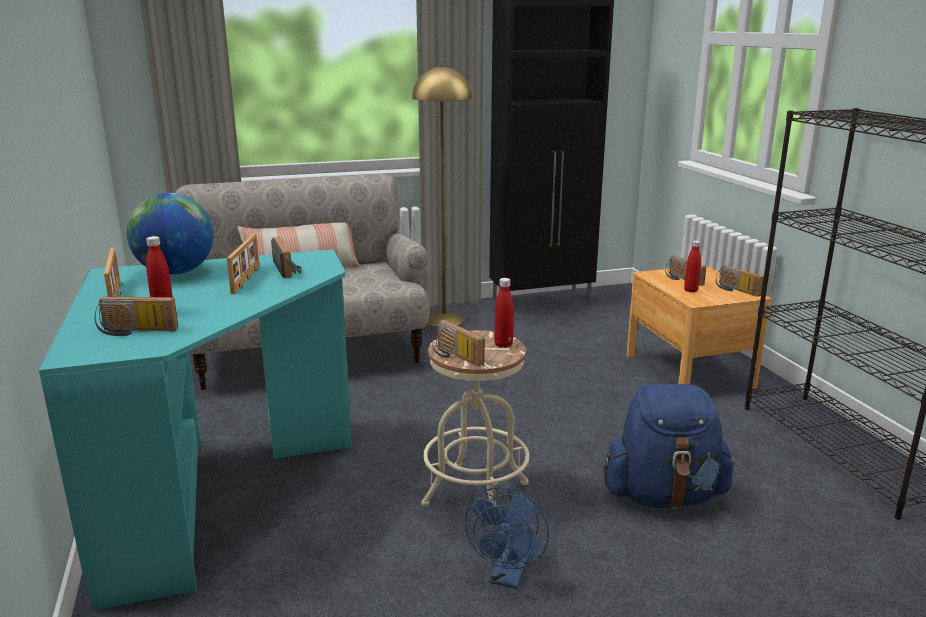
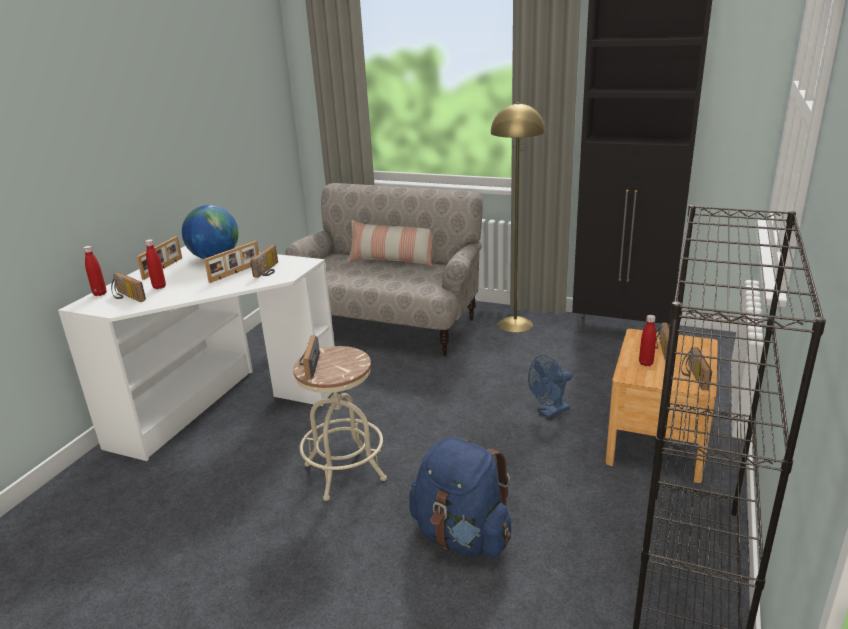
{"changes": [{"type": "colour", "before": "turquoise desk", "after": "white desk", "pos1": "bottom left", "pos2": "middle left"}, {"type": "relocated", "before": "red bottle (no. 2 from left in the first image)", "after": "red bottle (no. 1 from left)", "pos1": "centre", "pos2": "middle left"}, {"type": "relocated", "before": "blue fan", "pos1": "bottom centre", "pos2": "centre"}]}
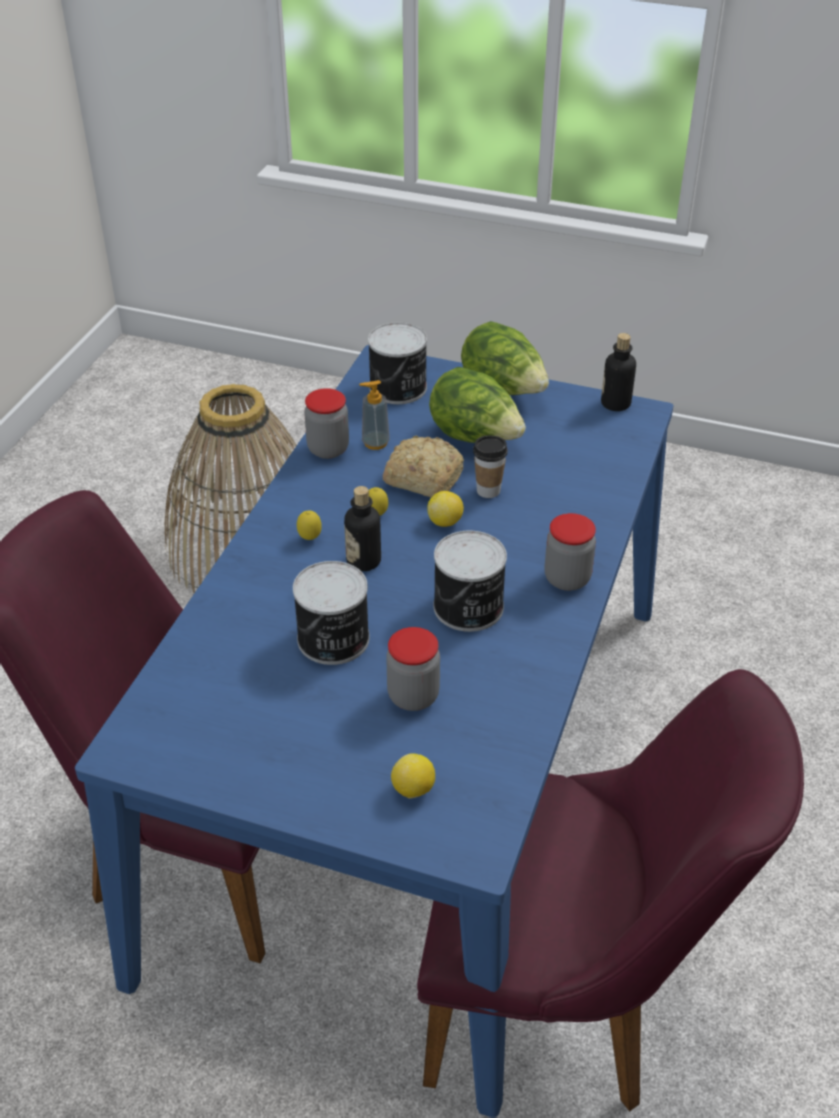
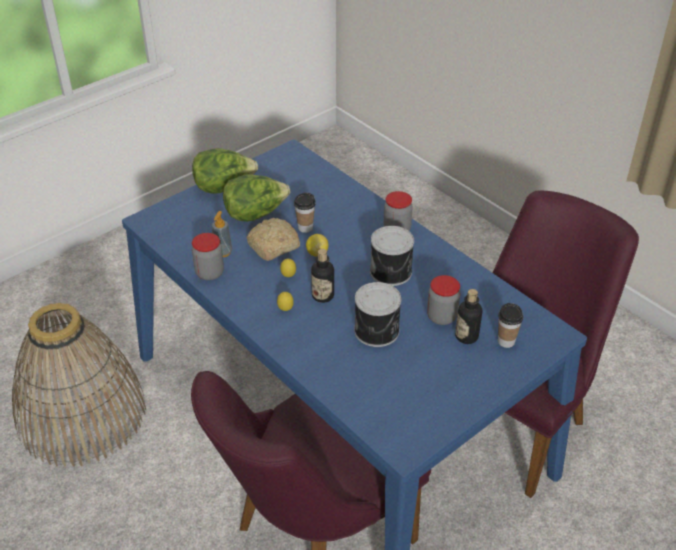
{"changes": [{"type": "relocated", "before": "bottle (no. 2 from left)", "pos1": "top right", "pos2": "middle right"}, {"type": "exchanged", "before": "lemon (no. 3 from left)", "after": "cup (no. 2 from left)", "pos1": "bottom centre", "pos2": "middle right"}, {"type": "missing", "before": "can (no. 2 from left)", "pos1": "top centre"}]}
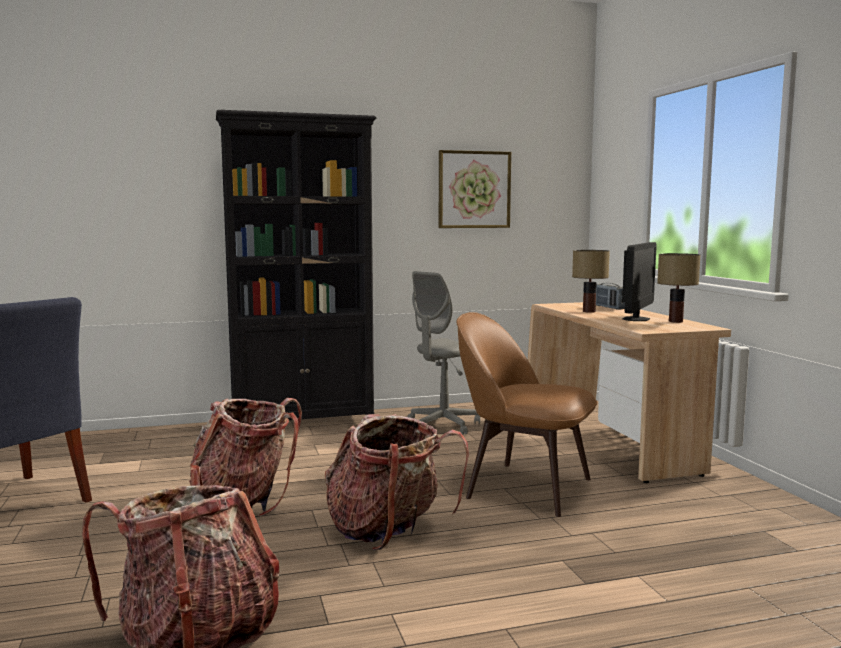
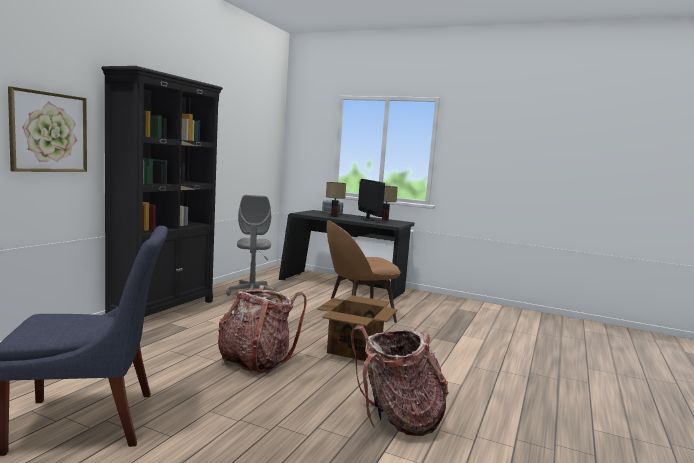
{"changes": [{"type": "relocated", "before": "picture", "pos1": "top centre", "pos2": "top left"}, {"type": "colour", "before": "beige desk", "after": "black desk", "pos1": "middle right", "pos2": "centre"}, {"type": "exchanged", "before": "backpack (no. 3 from left)", "after": "cardboard box", "pos1": "bottom centre", "pos2": "bottom centre"}]}
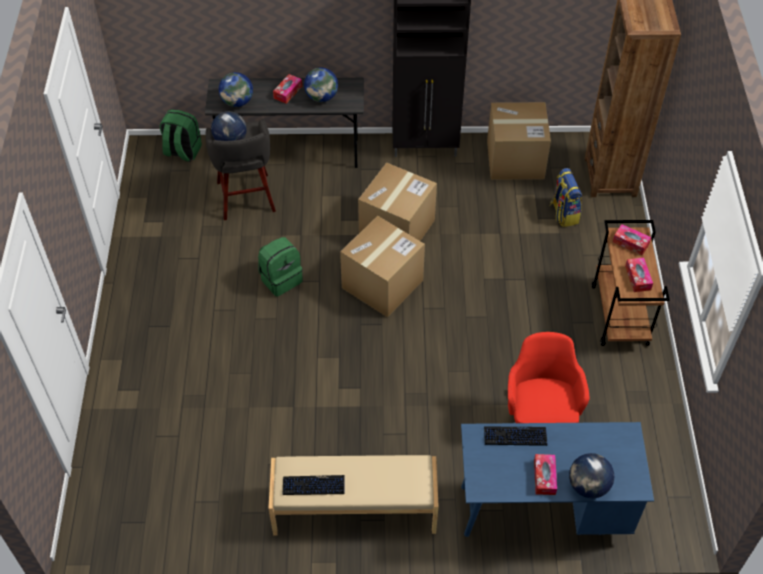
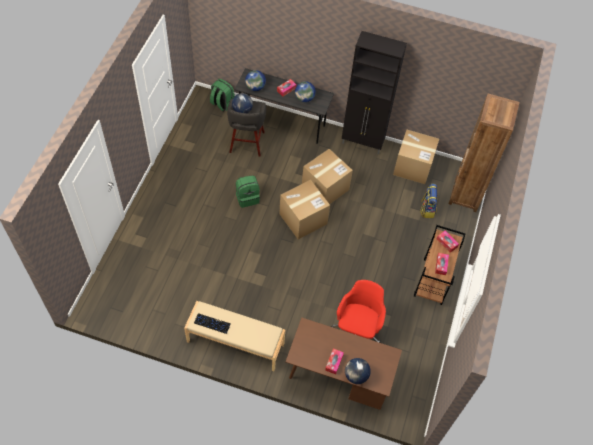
{"changes": [{"type": "colour", "before": "blue desk", "after": "brown desk", "pos1": "bottom right", "pos2": "bottom centre"}, {"type": "missing", "before": "keyboard (no. 2 from left)", "pos1": "bottom right"}]}
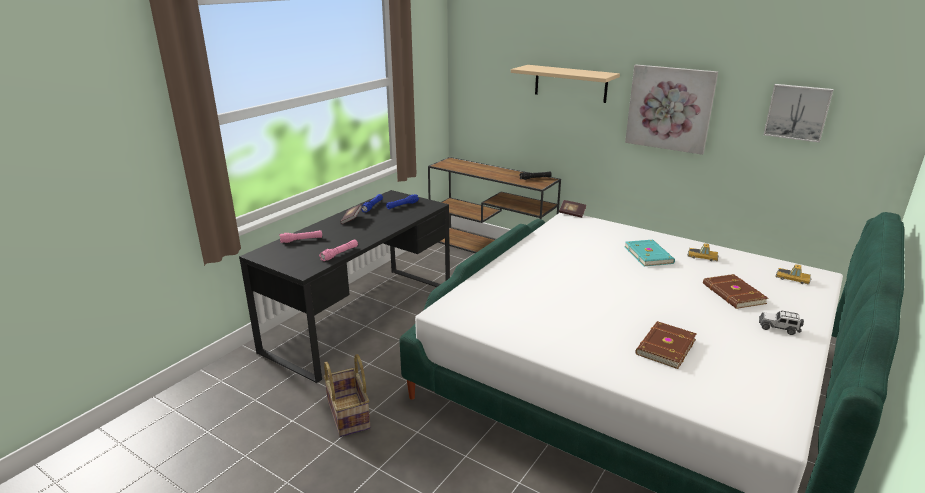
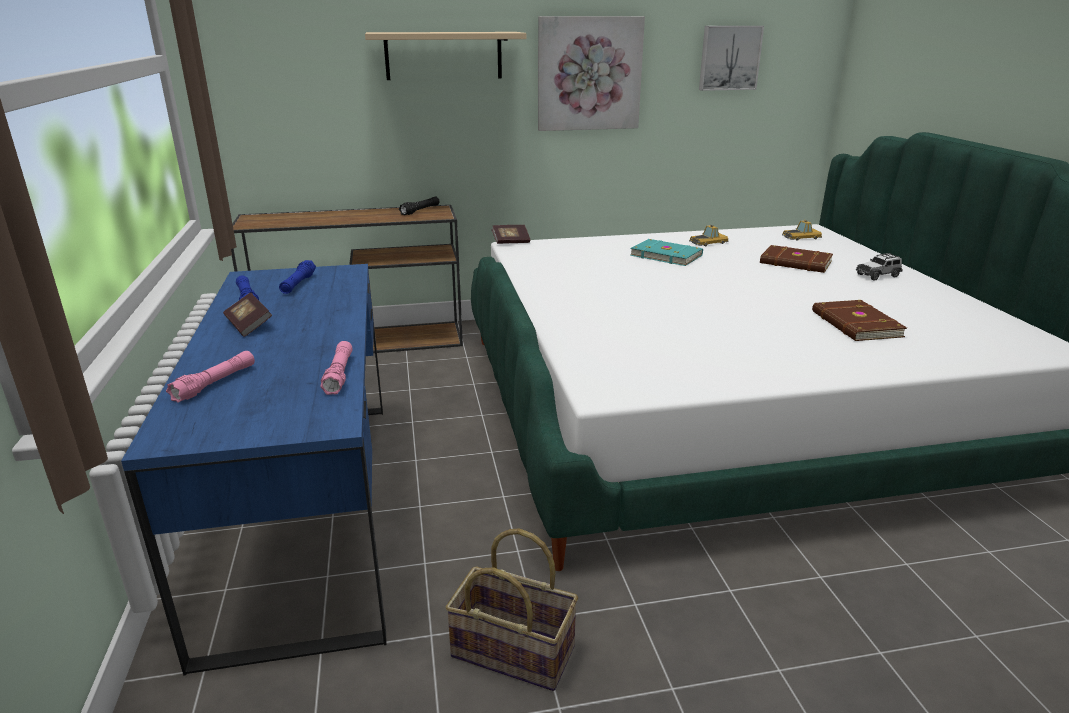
{"changes": [{"type": "colour", "before": "black desk", "after": "blue desk", "pos1": "centre", "pos2": "middle left"}]}
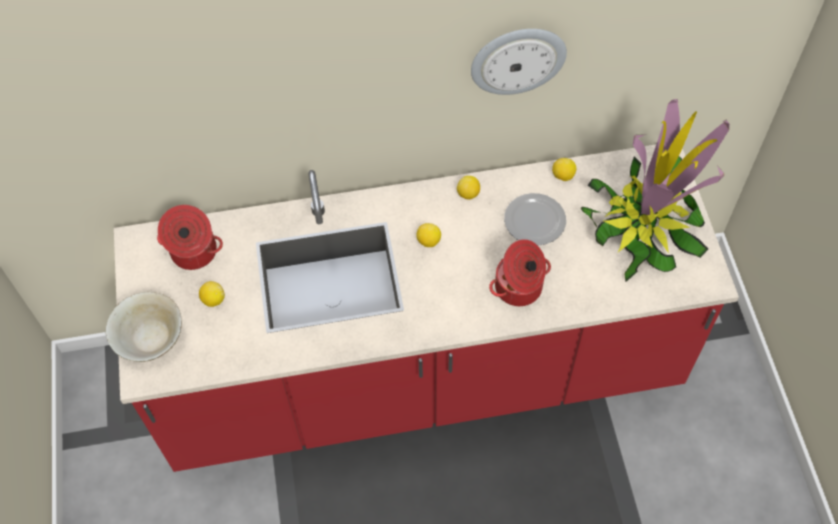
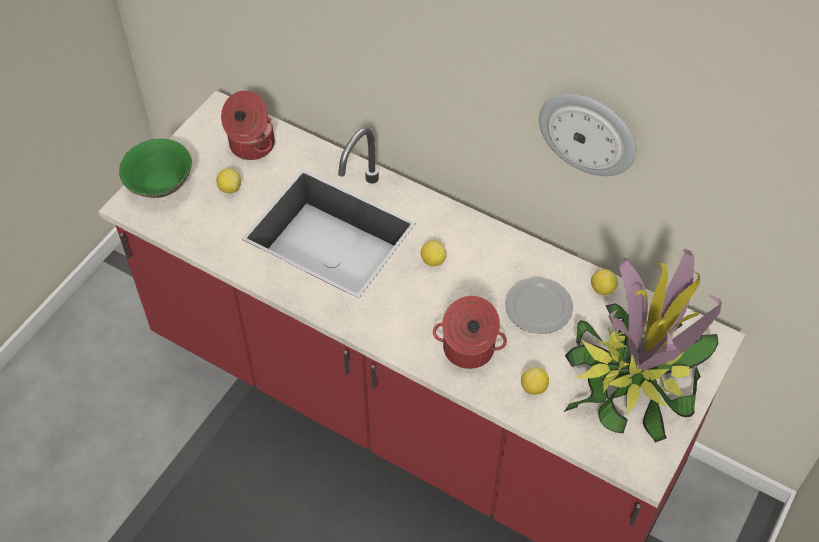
{"changes": [{"type": "colour", "before": "beige bowl", "after": "green bowl", "pos1": "middle left", "pos2": "top left"}, {"type": "relocated", "before": "lemon (no. 3 from left)", "pos1": "centre", "pos2": "bottom centre"}]}
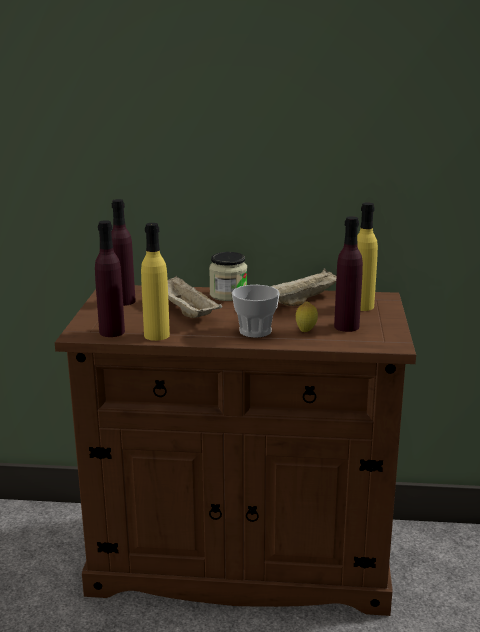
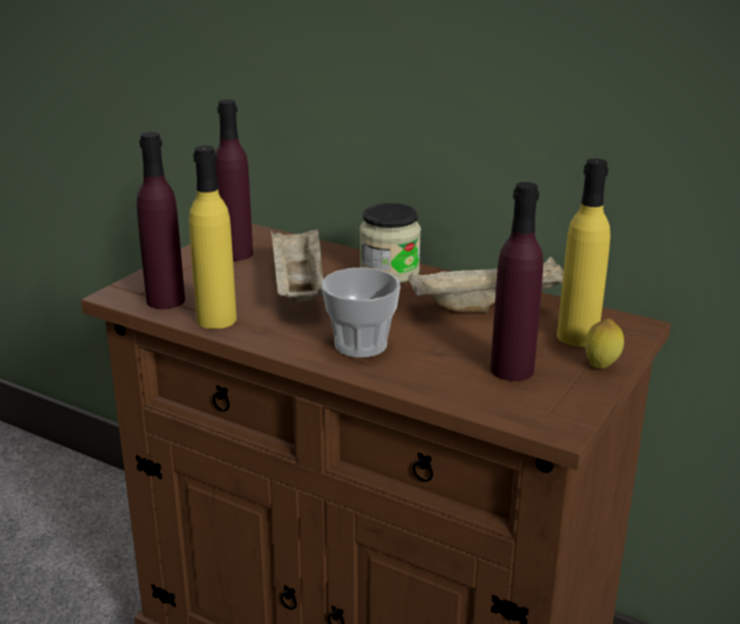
{"changes": [{"type": "relocated", "before": "lemon", "pos1": "centre", "pos2": "middle right"}]}
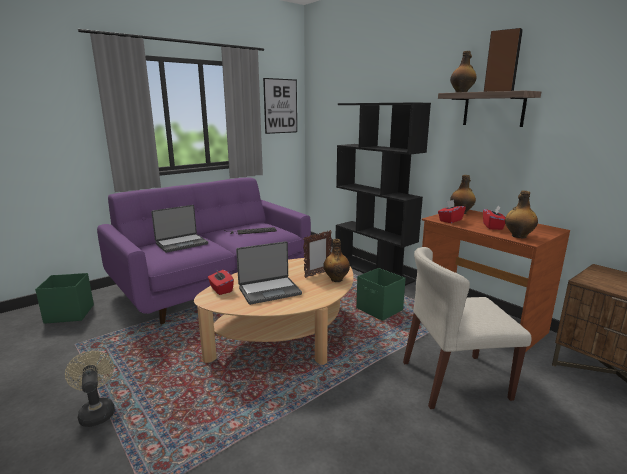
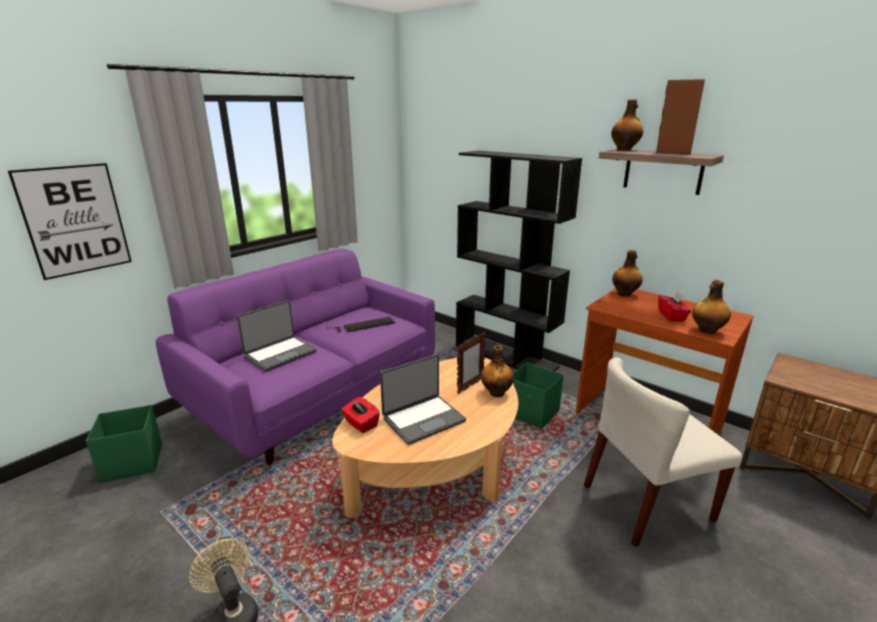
{"changes": [{"type": "relocated", "before": "picture", "pos1": "top centre", "pos2": "middle left"}, {"type": "missing", "before": "red tissue box (no. 2 from left)", "pos1": "middle right"}]}
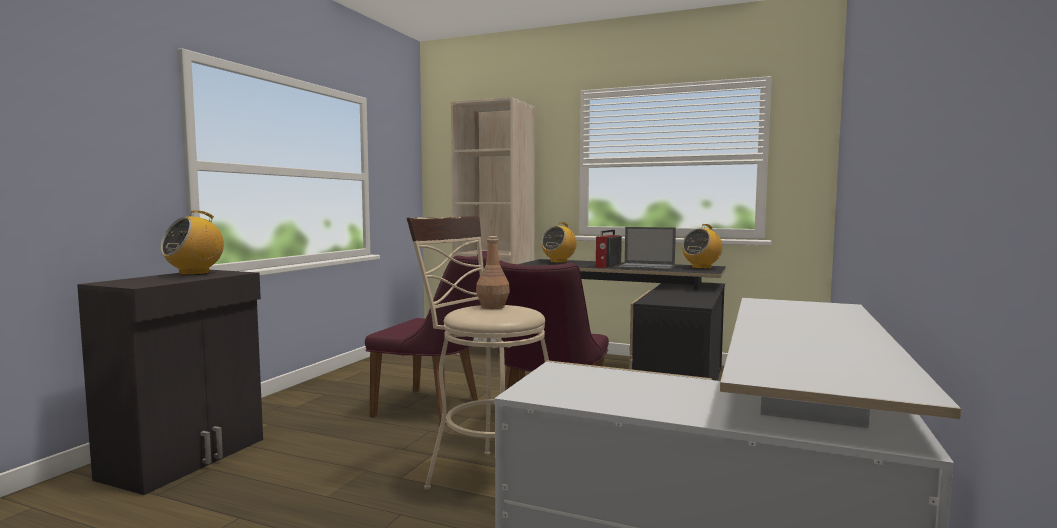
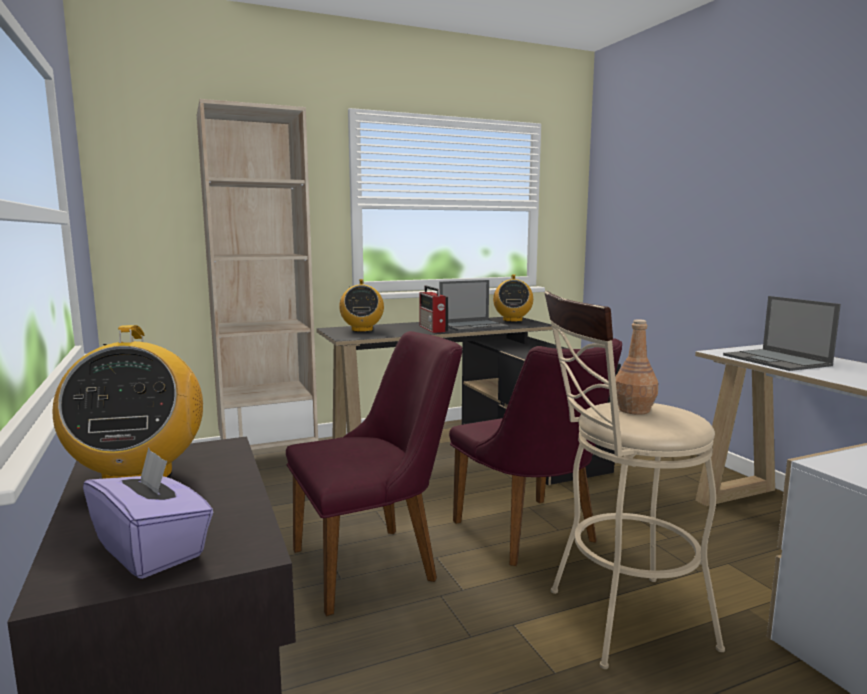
{"changes": [{"type": "appeared", "after": "purple tissue box", "pos2": "bottom left"}, {"type": "appeared", "after": "laptop (no. 2 from left)", "pos2": "middle right"}]}
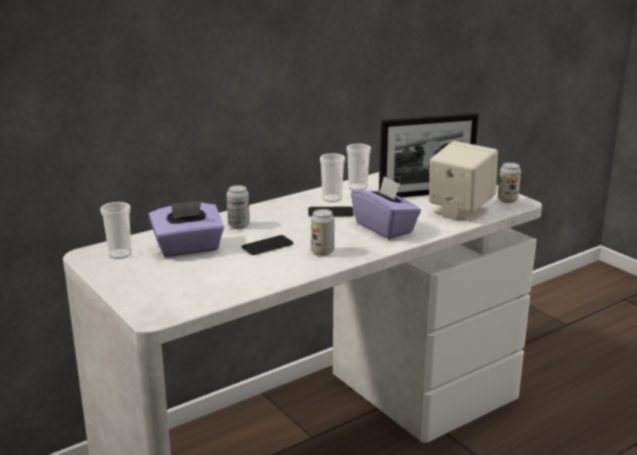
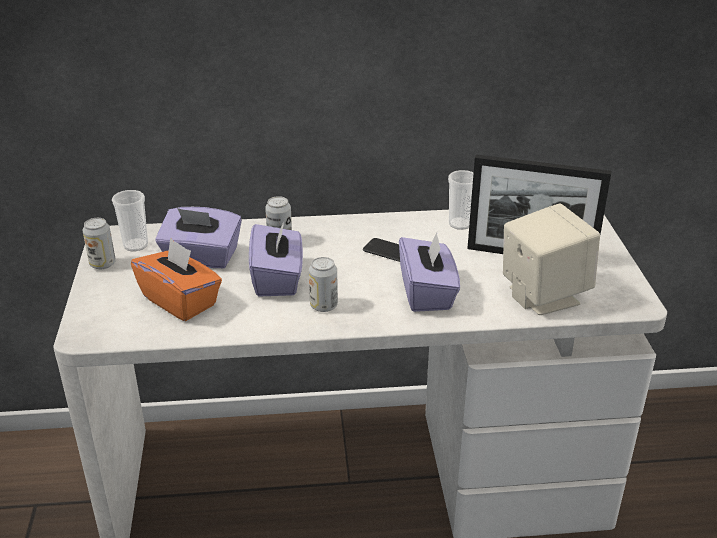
{"changes": [{"type": "relocated", "before": "can (no. 3 from left in the first image)", "after": "can (no. 1 from left)", "pos1": "middle right", "pos2": "middle left"}, {"type": "appeared", "after": "orange tissue box", "pos2": "middle left"}, {"type": "exchanged", "before": "phone (no. 1 from left)", "after": "purple tissue box (no. 2 from left)", "pos1": "centre", "pos2": "centre"}, {"type": "missing", "before": "cup (no. 2 from left)", "pos1": "centre"}]}
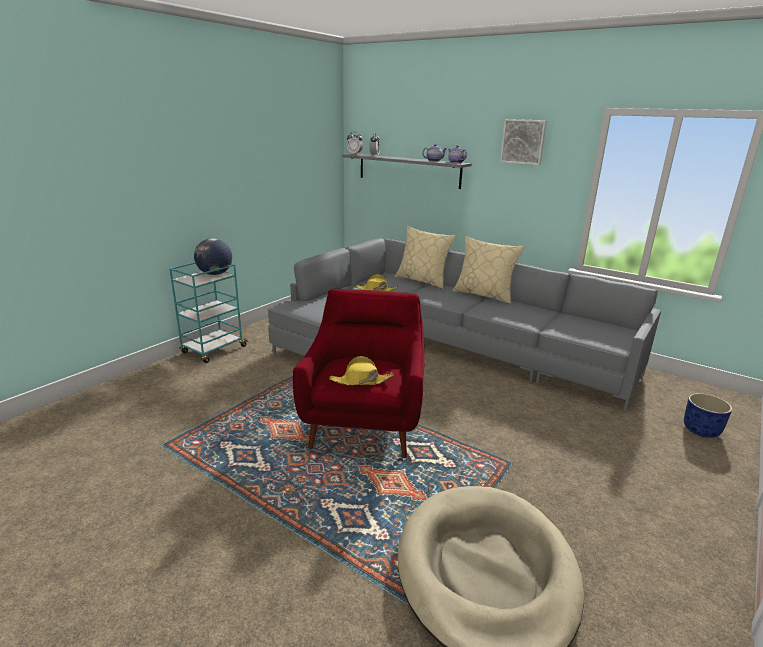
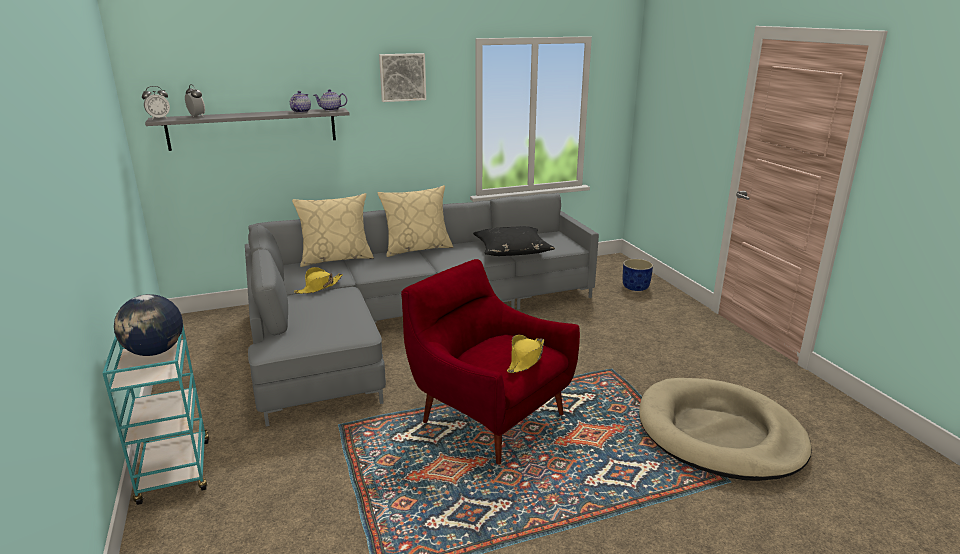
{"changes": [{"type": "appeared", "after": "black pillow", "pos2": "centre"}]}
